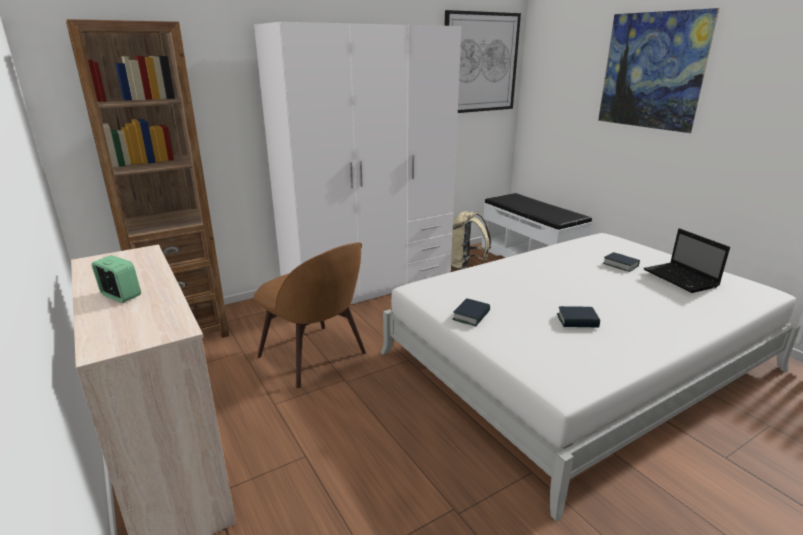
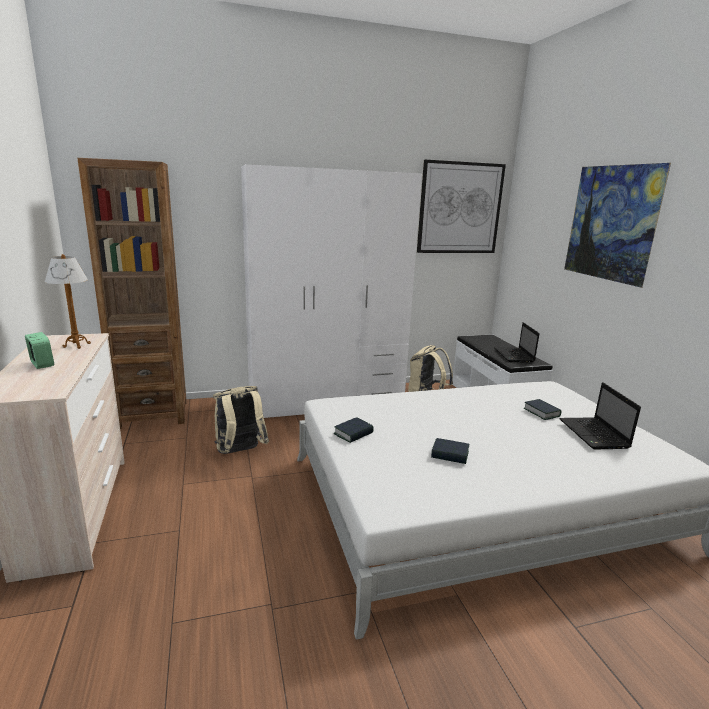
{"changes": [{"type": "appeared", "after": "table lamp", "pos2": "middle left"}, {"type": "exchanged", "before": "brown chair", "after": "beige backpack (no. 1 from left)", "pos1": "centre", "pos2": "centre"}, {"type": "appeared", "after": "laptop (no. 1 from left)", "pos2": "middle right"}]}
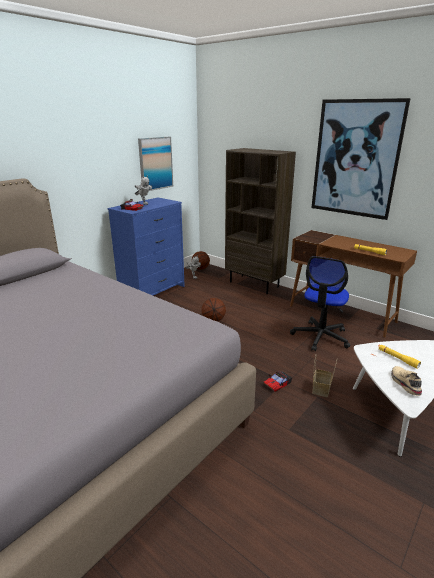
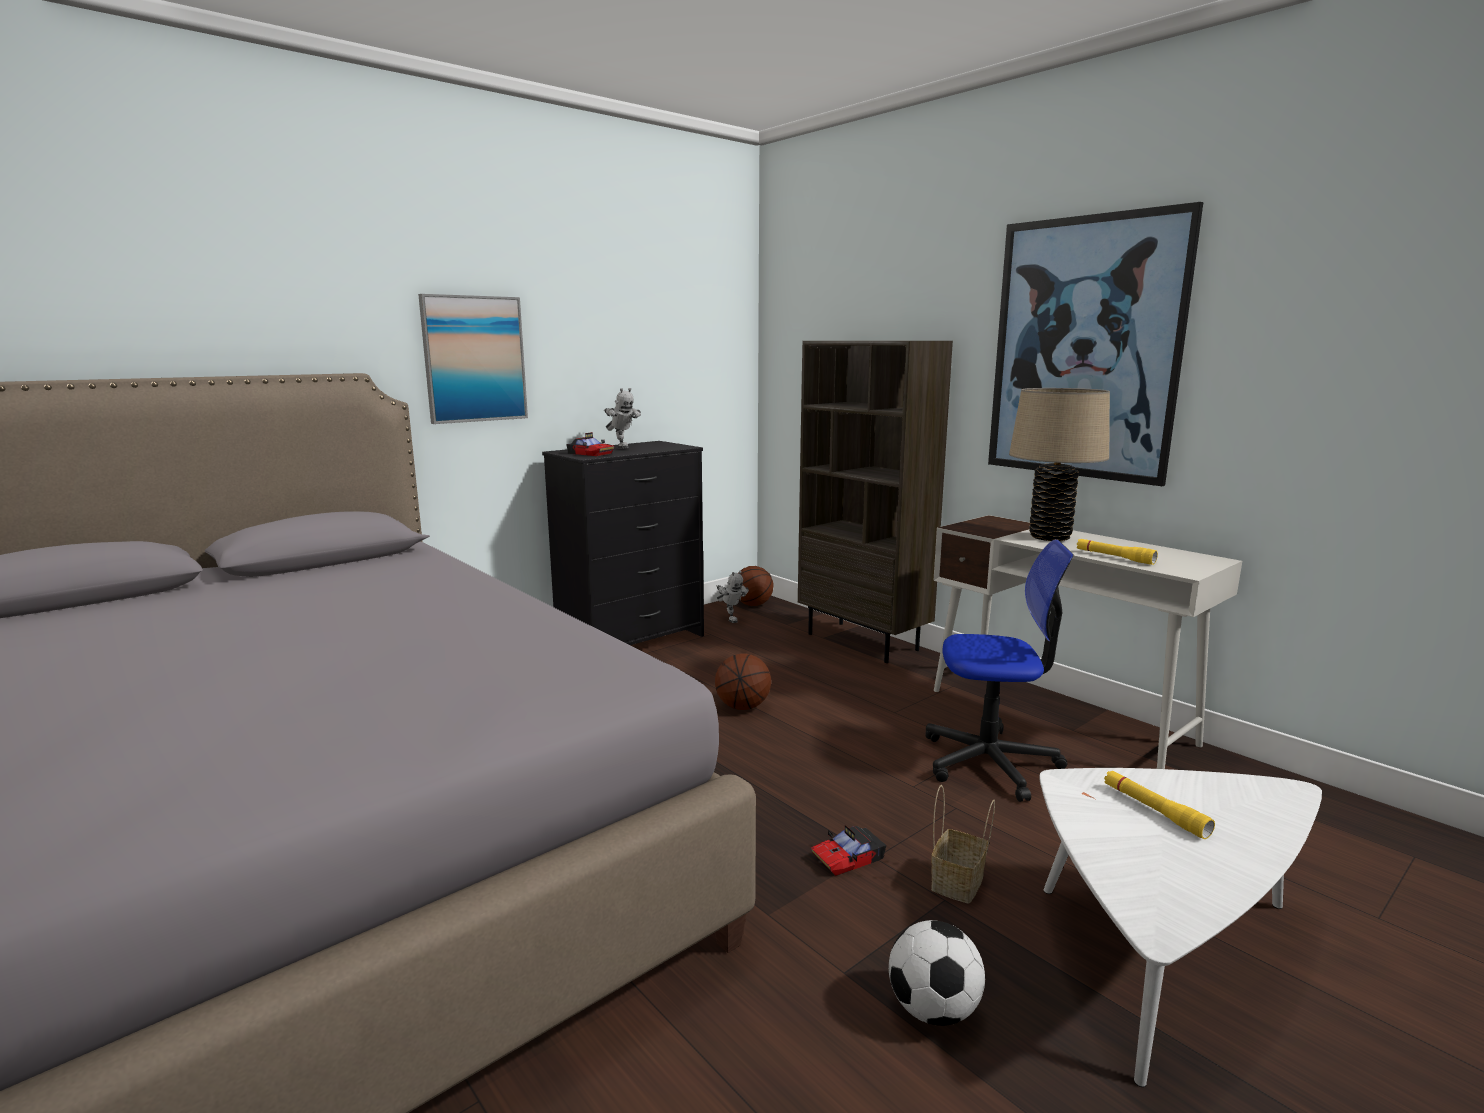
{"changes": [{"type": "relocated", "before": "picture (no. 1 from left)", "pos1": "top centre", "pos2": "top left"}, {"type": "colour", "before": "blue dresser", "after": "black dresser", "pos1": "centre", "pos2": "centre"}, {"type": "appeared", "after": "football", "pos2": "bottom centre"}, {"type": "spun", "before": "office chair", "pos1": "middle right", "pos2": "middle right", "turn": -120}, {"type": "colour", "before": "brown desk", "after": "white desk", "pos1": "middle right", "pos2": "middle right"}, {"type": "appeared", "after": "beige table lamp", "pos2": "middle right"}, {"type": "missing", "before": "beige shoe", "pos1": "middle right"}]}
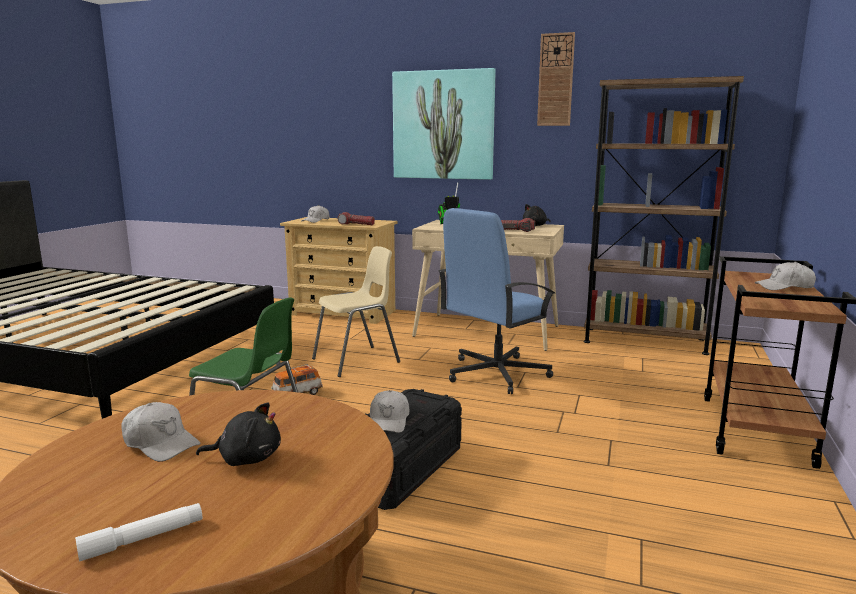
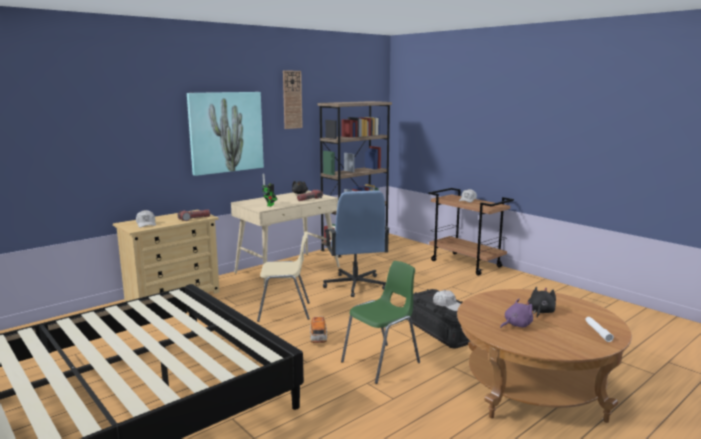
{"changes": [{"type": "spun", "before": "beige chair", "pos1": "centre", "pos2": "centre", "turn": 90}, {"type": "exchanged", "before": "white cap (no. 1 from left)", "after": "purple plush toy", "pos1": "bottom left", "pos2": "bottom right"}]}
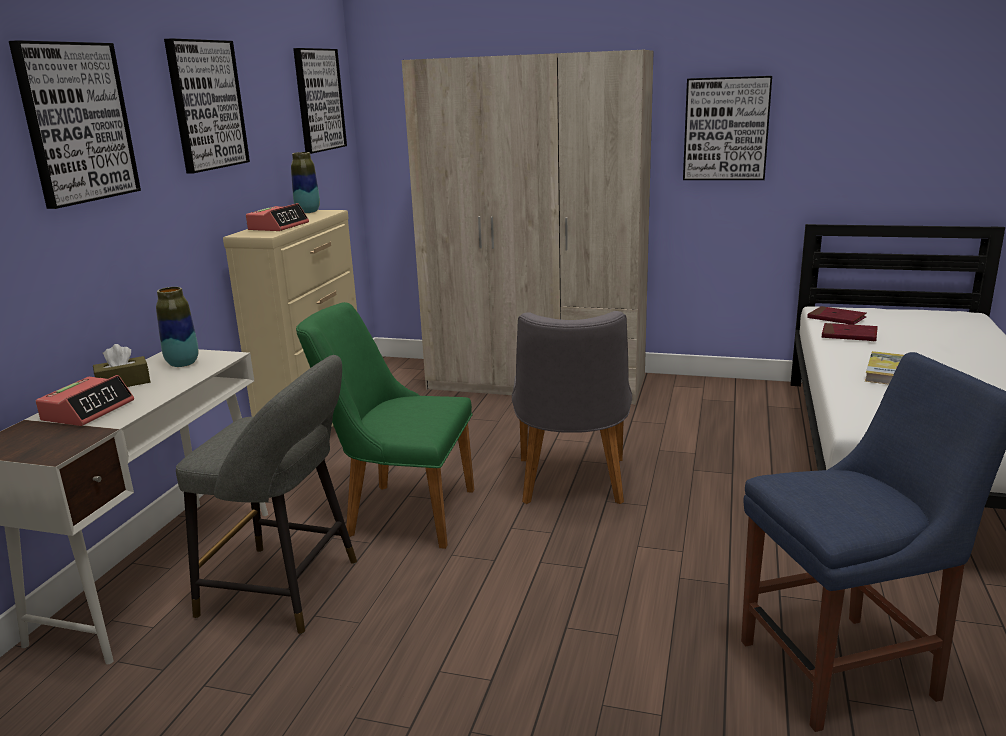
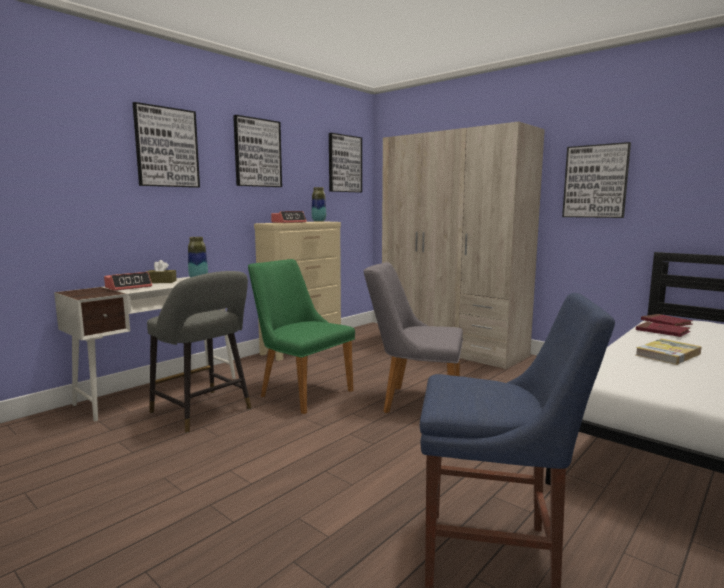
{"changes": [{"type": "spun", "before": "grey chair", "pos1": "centre", "pos2": "centre", "turn": 75}]}
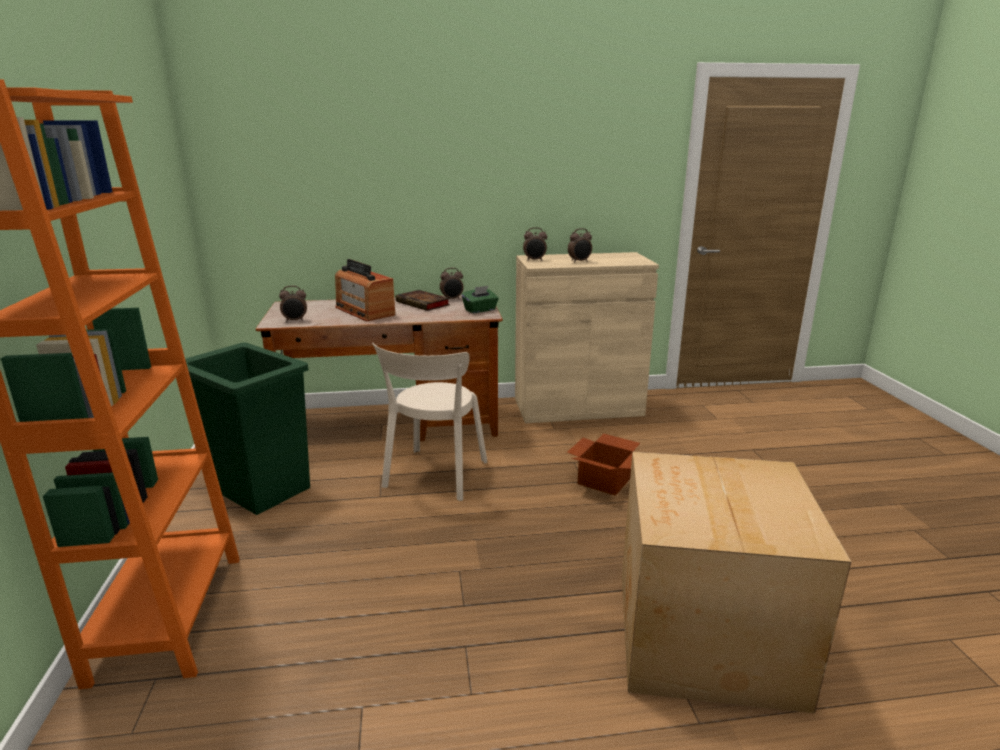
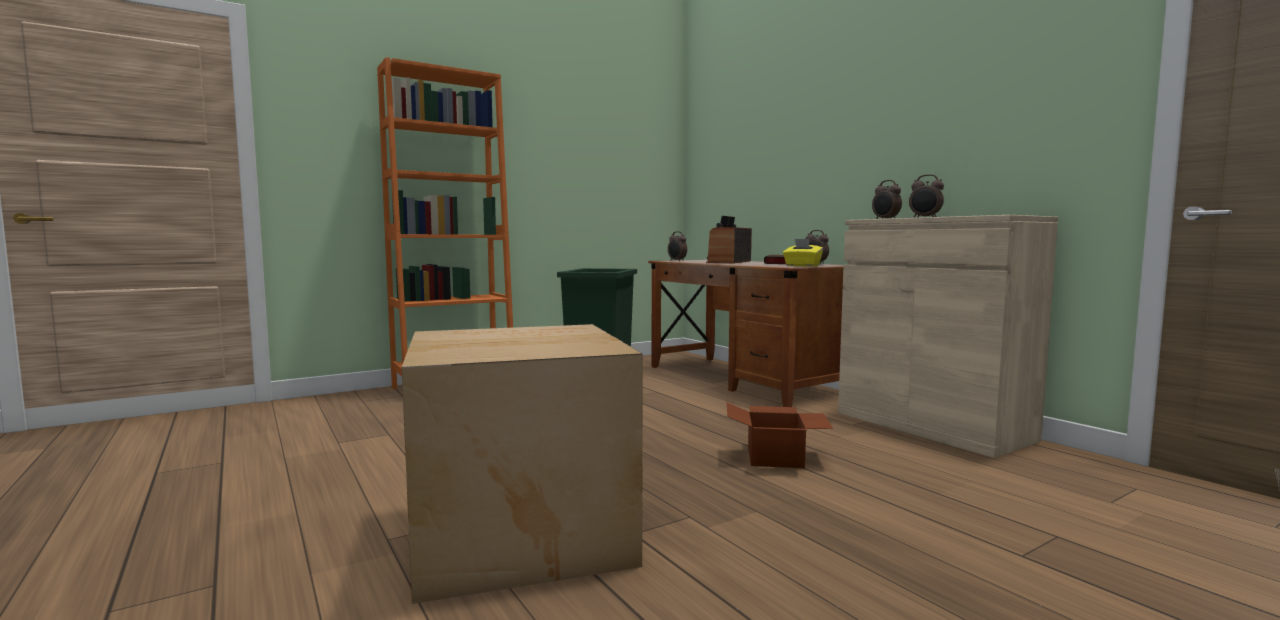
{"changes": [{"type": "colour", "before": "green tissue box", "after": "yellow tissue box", "pos1": "centre", "pos2": "centre"}, {"type": "missing", "before": "beige chair", "pos1": "centre"}]}
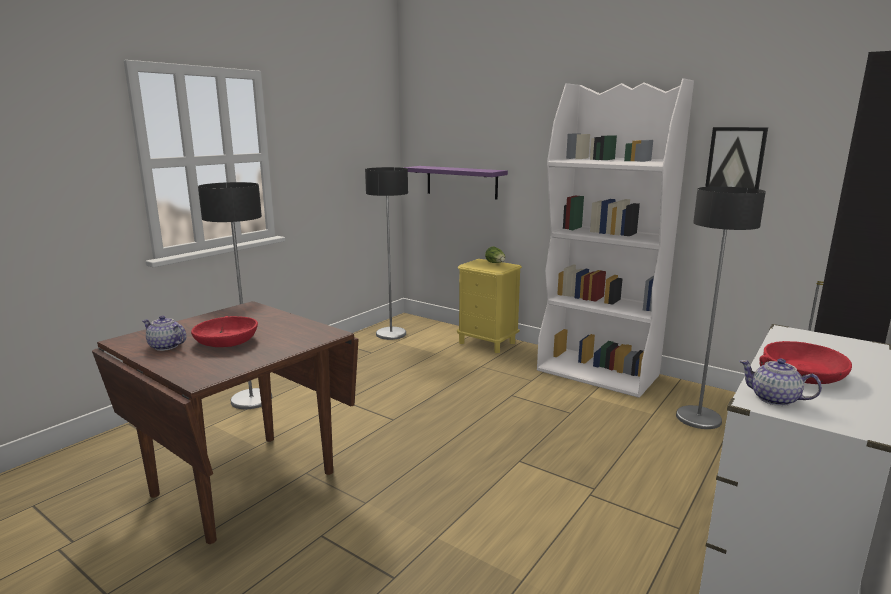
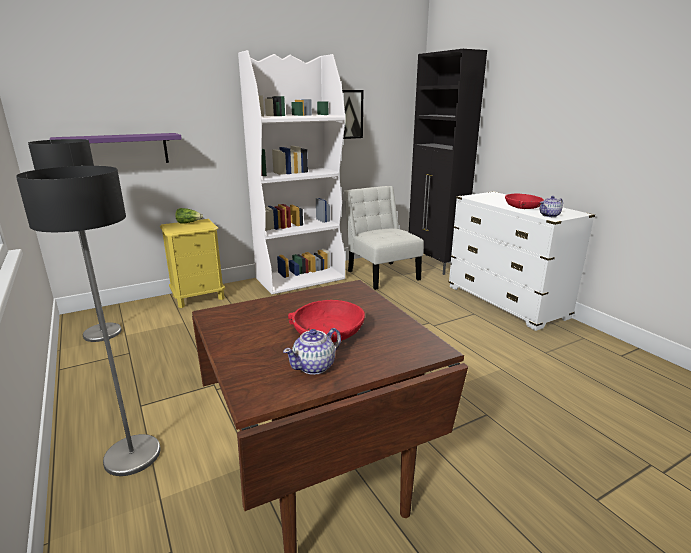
{"changes": [{"type": "exchanged", "before": "floor lamp (no. 3 from left)", "after": "white chair", "pos1": "middle right", "pos2": "centre"}]}
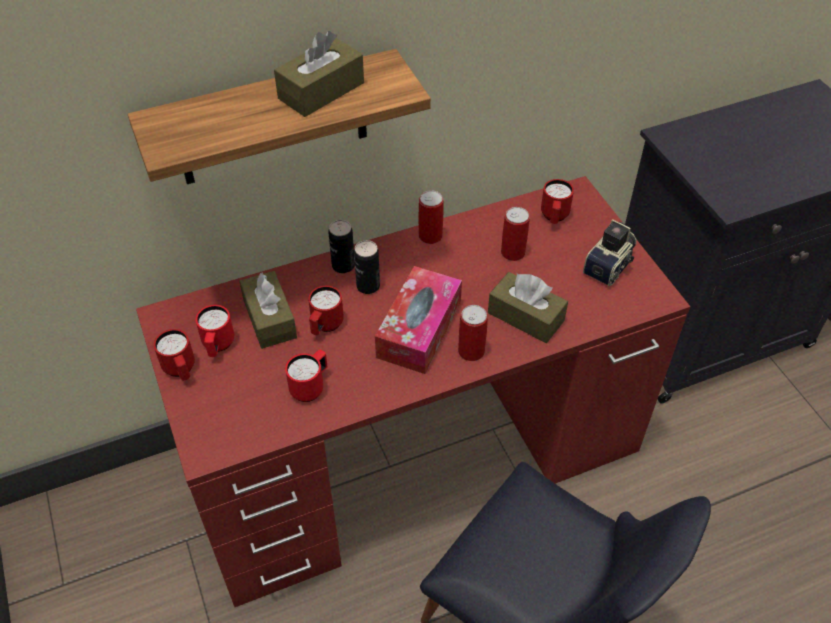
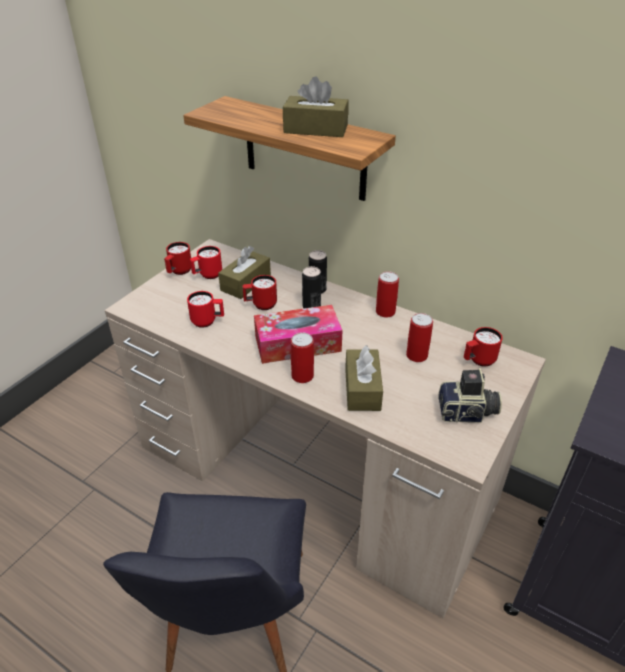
{"changes": [{"type": "colour", "before": "red desk", "after": "beige desk", "pos1": "centre", "pos2": "centre"}]}
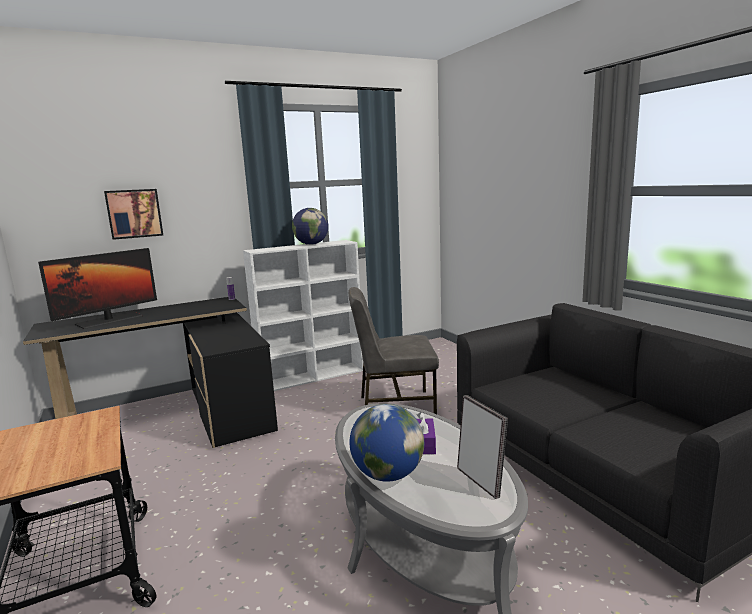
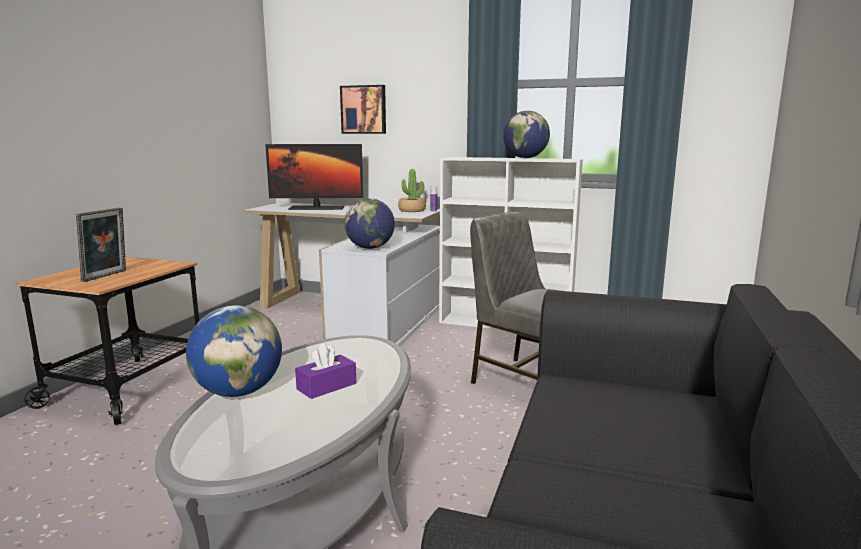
{"changes": [{"type": "relocated", "before": "picture frame", "pos1": "bottom centre", "pos2": "middle left"}, {"type": "colour", "before": "black desk", "after": "white desk", "pos1": "middle left", "pos2": "centre"}, {"type": "appeared", "after": "globe (no. 2 from left)", "pos2": "centre"}, {"type": "appeared", "after": "potted plant", "pos2": "centre"}]}
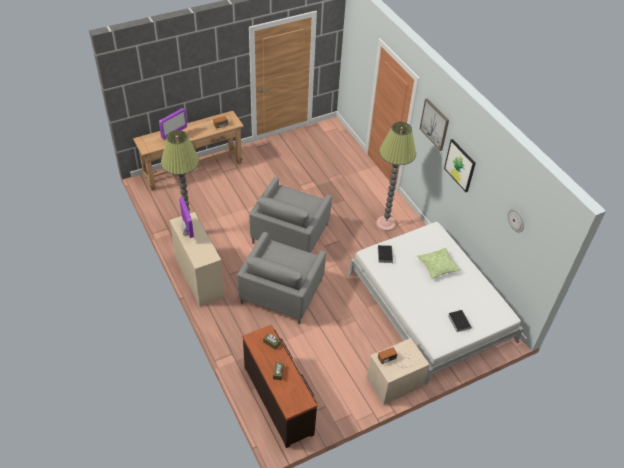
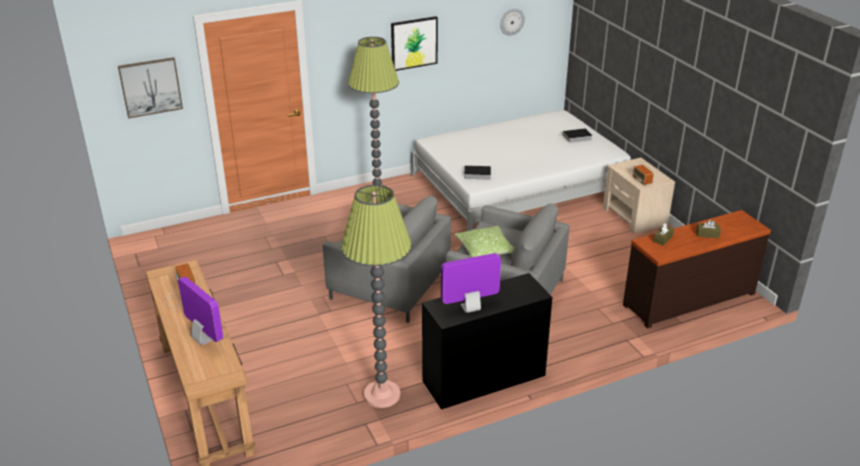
{"changes": [{"type": "relocated", "before": "picture (no. 1 from left)", "pos1": "top right", "pos2": "top left"}, {"type": "colour", "before": "beige desk", "after": "black desk", "pos1": "middle left", "pos2": "bottom centre"}, {"type": "relocated", "before": "pillow", "pos1": "middle right", "pos2": "centre"}]}
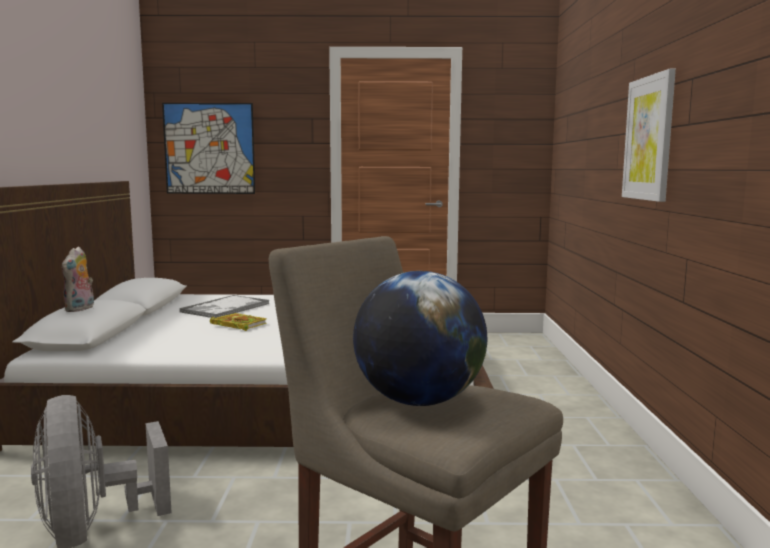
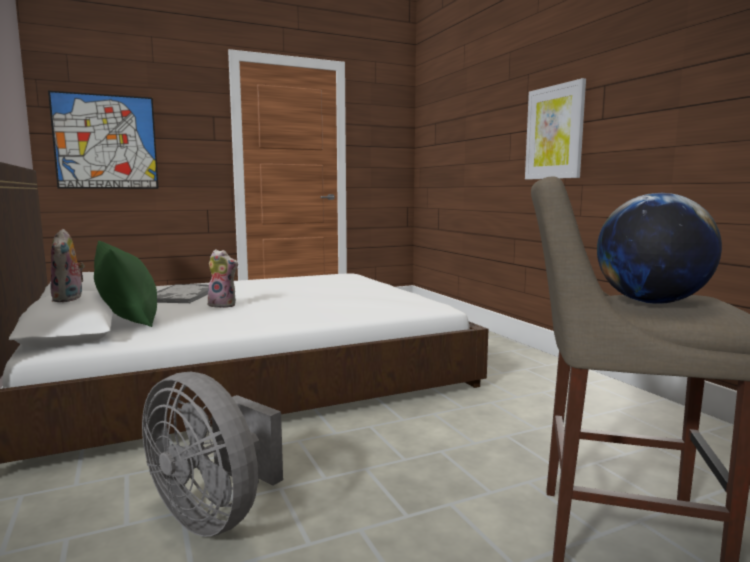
{"changes": [{"type": "appeared", "after": "green pillow", "pos2": "middle left"}, {"type": "exchanged", "before": "book", "after": "plush toy (no. 2 from left)", "pos1": "middle left", "pos2": "middle left"}]}
